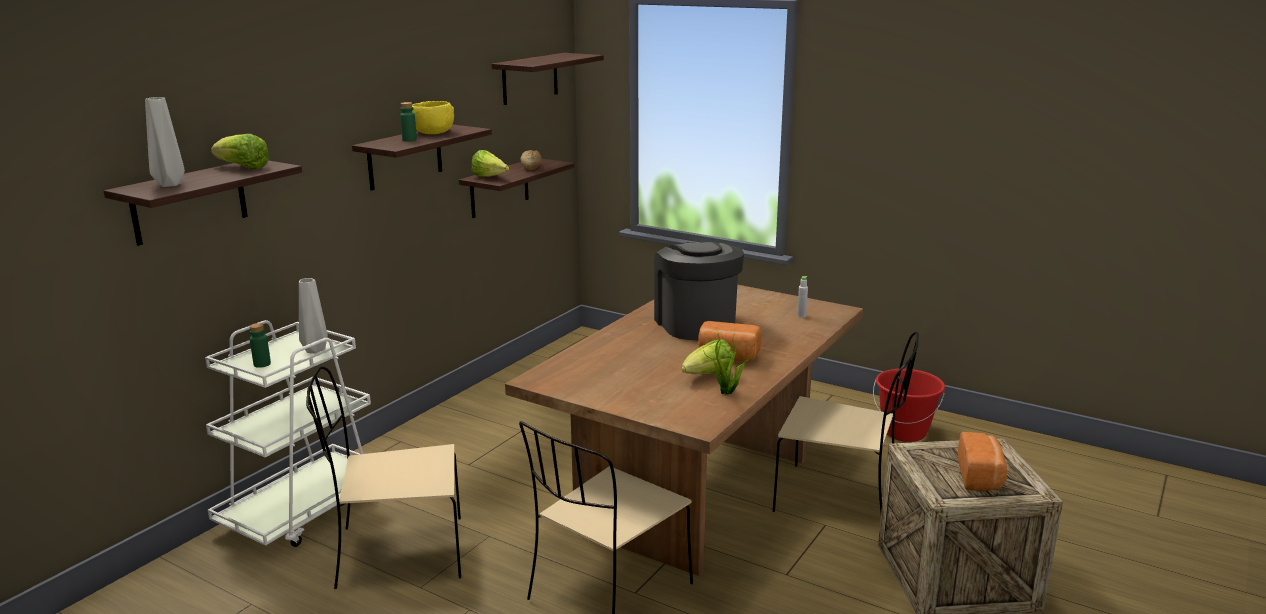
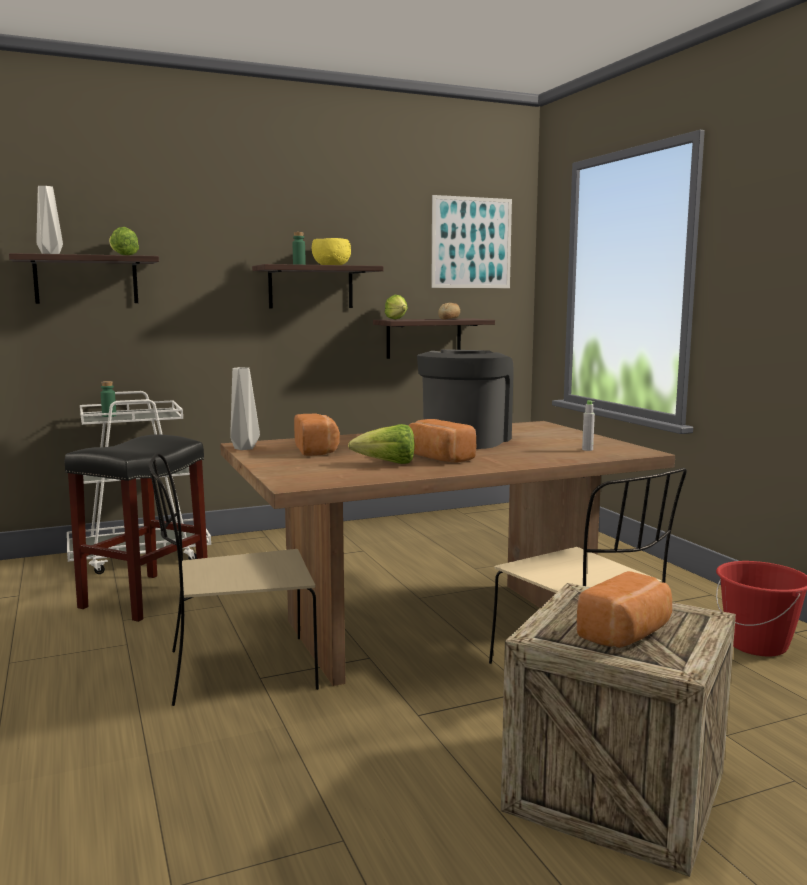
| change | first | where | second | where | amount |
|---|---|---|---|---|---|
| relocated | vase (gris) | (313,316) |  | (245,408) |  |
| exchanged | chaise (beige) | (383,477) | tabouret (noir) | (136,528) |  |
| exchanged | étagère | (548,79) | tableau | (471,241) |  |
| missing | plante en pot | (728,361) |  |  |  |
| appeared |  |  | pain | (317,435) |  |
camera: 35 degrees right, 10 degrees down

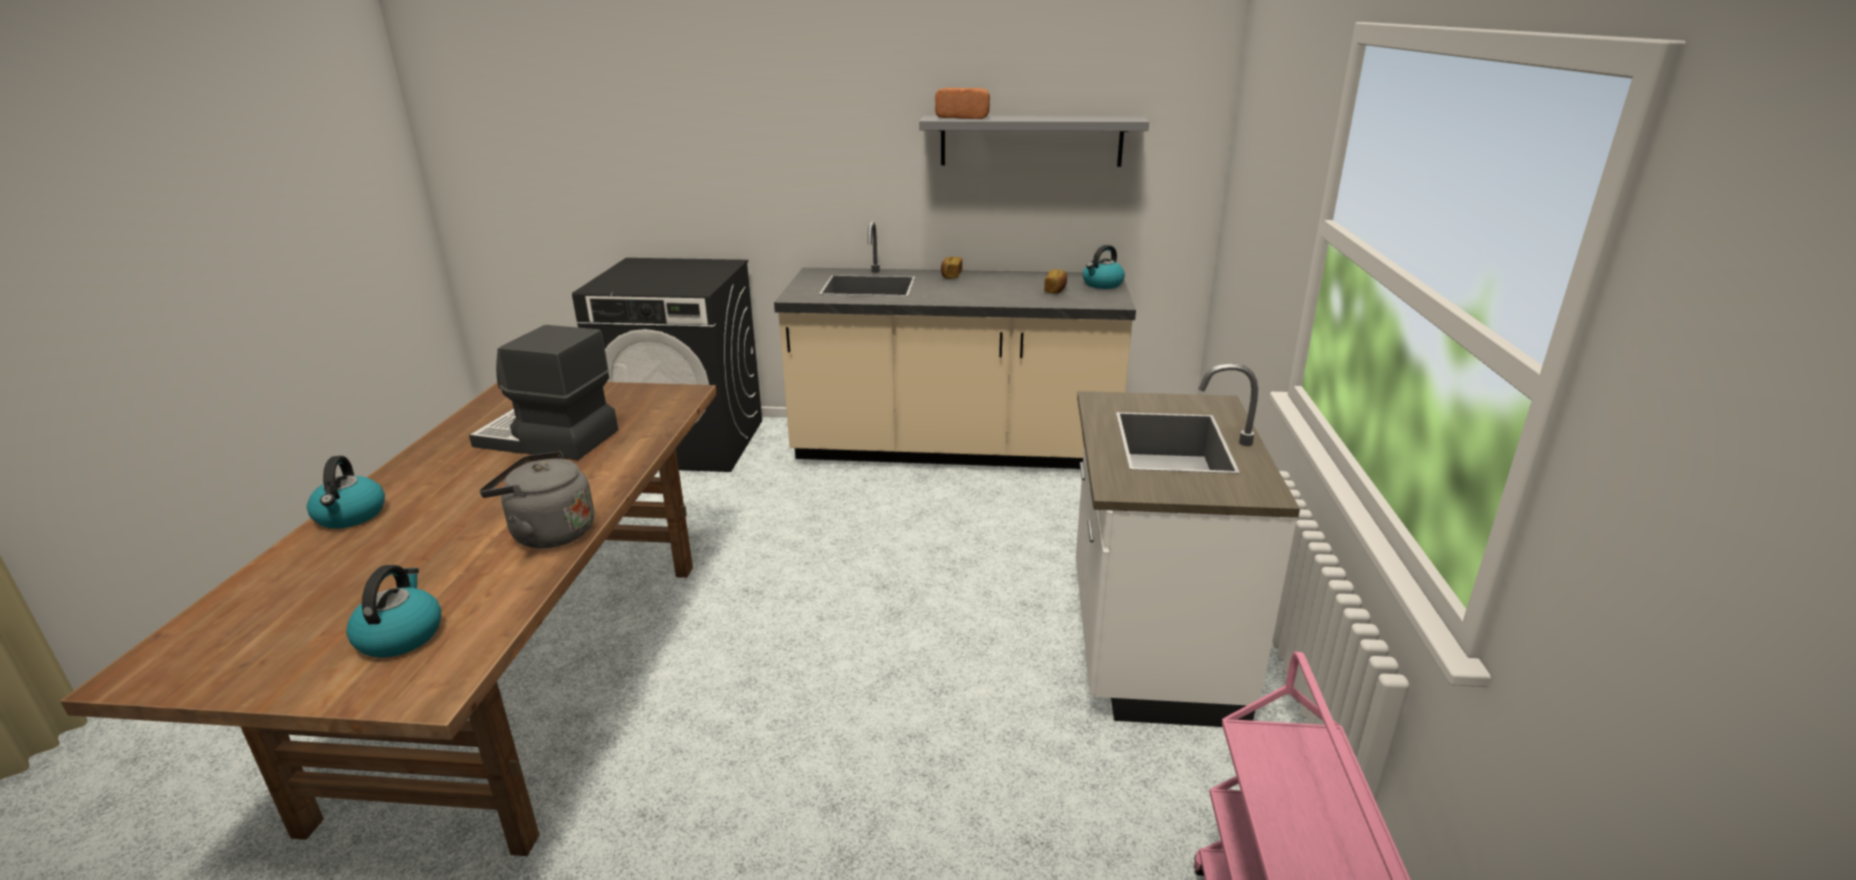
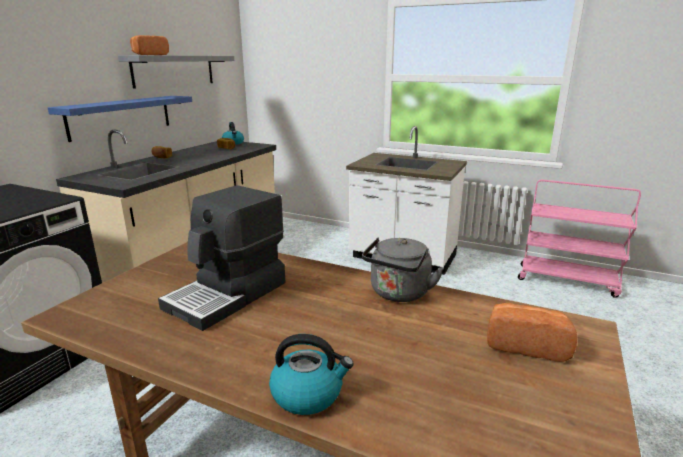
| change | first | where | second | where | amount |
|---|---|---|---|---|---|
| exchanged | bouilloire | (393,611) | pain | (532,332) |  |
| appeared |  |  | étagère (bleu) | (120,119) |  |
camera: 70 degrees left, 5 degrees down

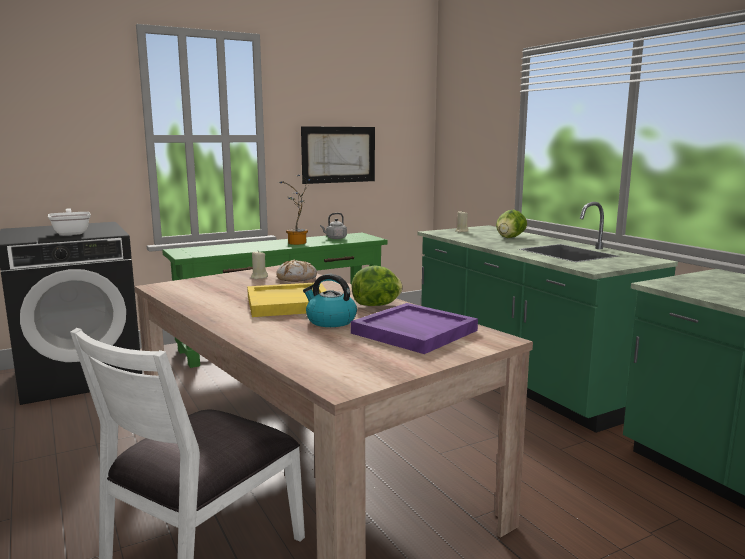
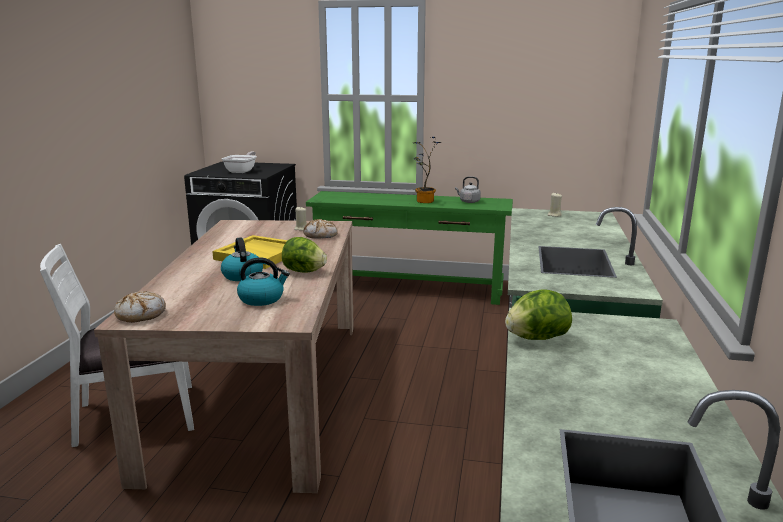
| change | first | where | second | where | amount |
|---|---|---|---|---|---|
| missing | tableau | (338,155) |  |  |  |
| exchanged | plateau (violet) | (414,328) | bouilloire | (263,281) |  |
| relocated | laitue | (511,223) |  | (538,314) |  |
| appeared |  |  | pain | (140,307) |  |
camera: 40 degrees right, 5 degrees up

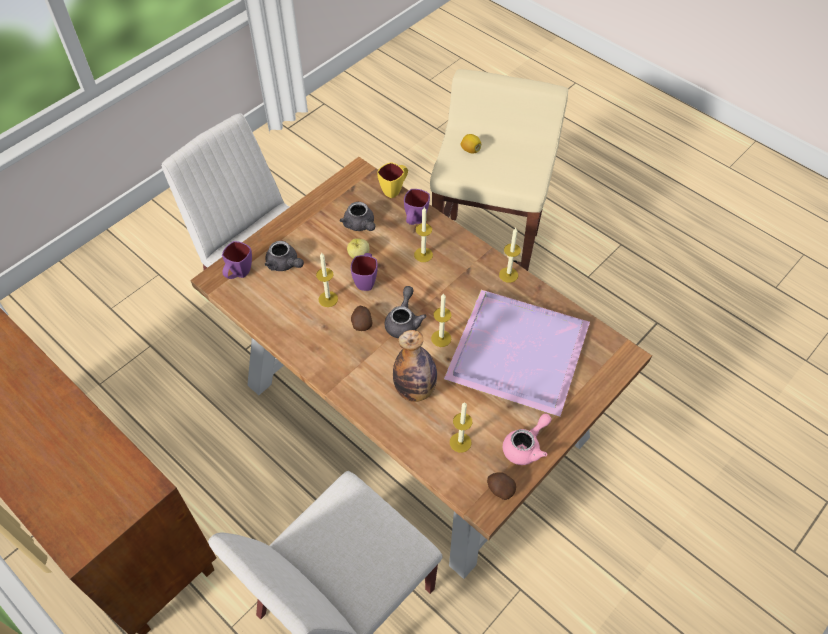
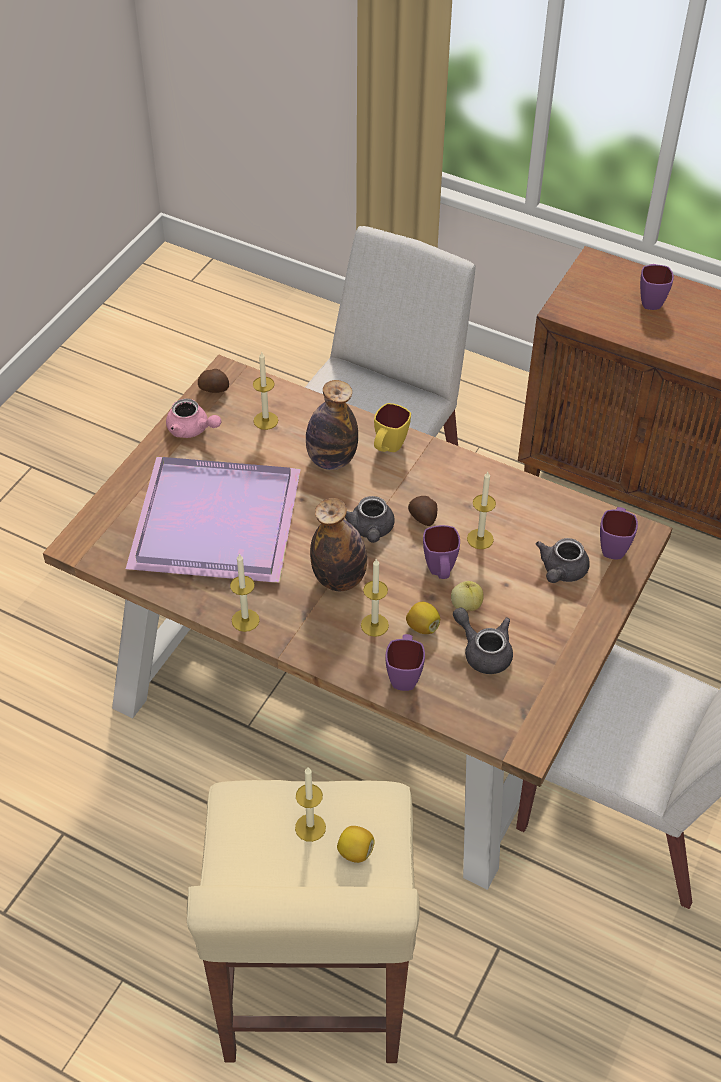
| change | first | where | second | where | amount |
|---|---|---|---|---|---|
| spun | théière (gris) | (284,256) |  | (563,560) | 90 degrees counterclockwise |
| relocated | mug (jaune) | (392,180) |  | (392,427) |  |
| relocated | bougie | (441,320) |  | (310,805) |  |
| spun | théière (rose) | (527,439) |  | (193,418) | 90 degrees counterclockwise |
| appeared |  |  | bouteille | (338,544) |  |
| appeared |  |  | citron | (423,618) |  |
| appeared |  |  | mug (violet) | (657,287) |  |
camera: 165 degrees right, 5 degrees down

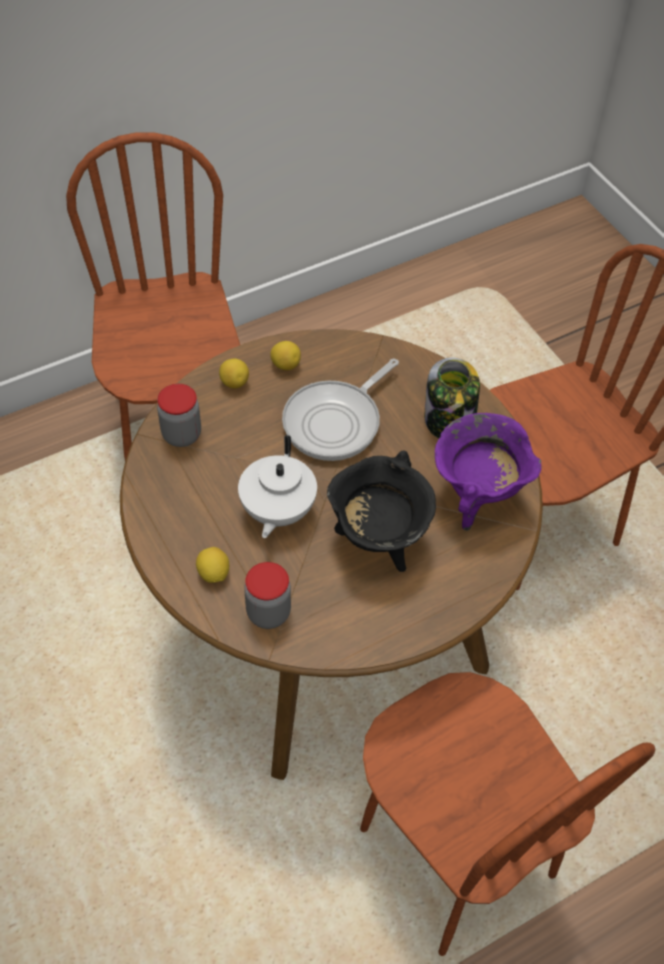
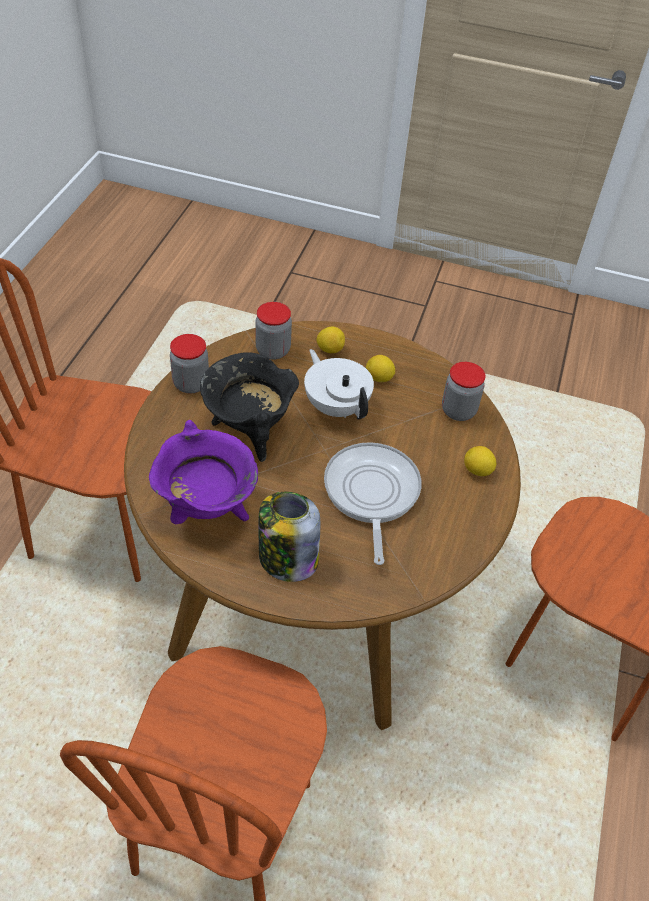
| change | first | where | second | where | amount |
|---|---|---|---|---|---|
| relocated | citron | (285,355) |  | (380,368) |  |
| appeared |  |  | bocal | (189,364) |  |
camera: 135 degrees right, 5 degrees down

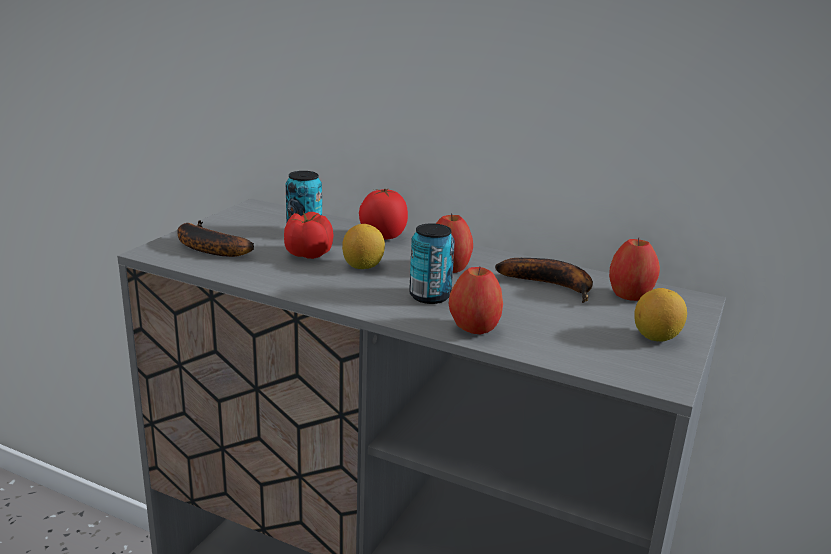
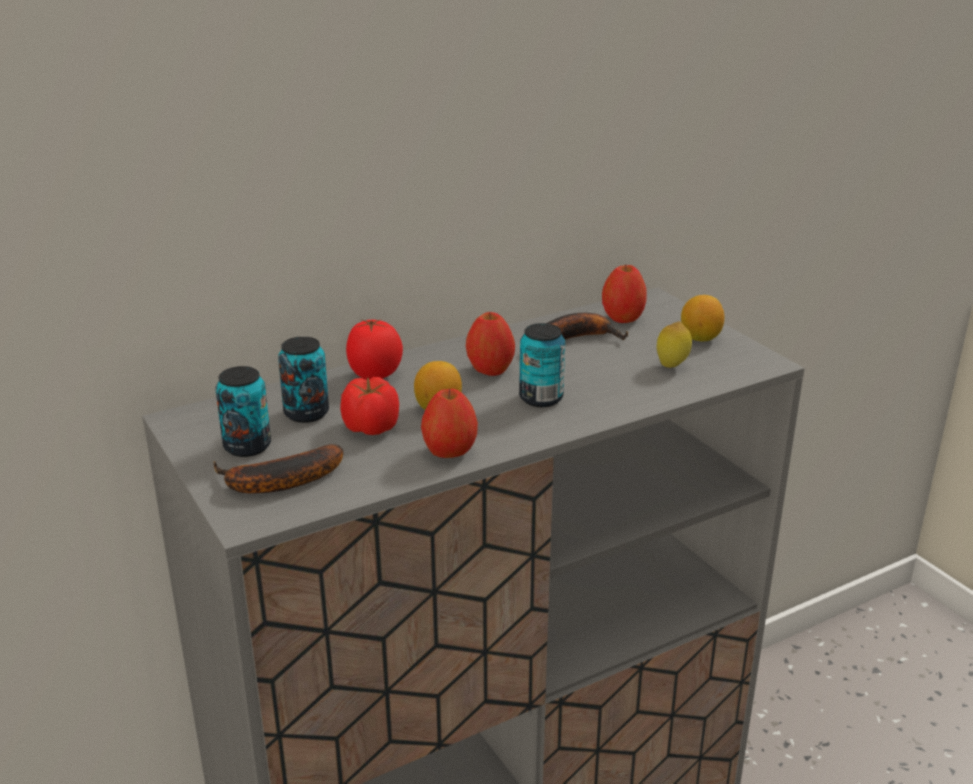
| change | first | where | second | where | amount |
|---|---|---|---|---|---|
| relocated | pomme | (476,300) |  | (449,423) |  |
| appeared |  |  | boîte métallique | (243,411) |  |
| appeared |  |  | citron | (674,344) |  |
camera: 55 degrees left, 5 degrees up

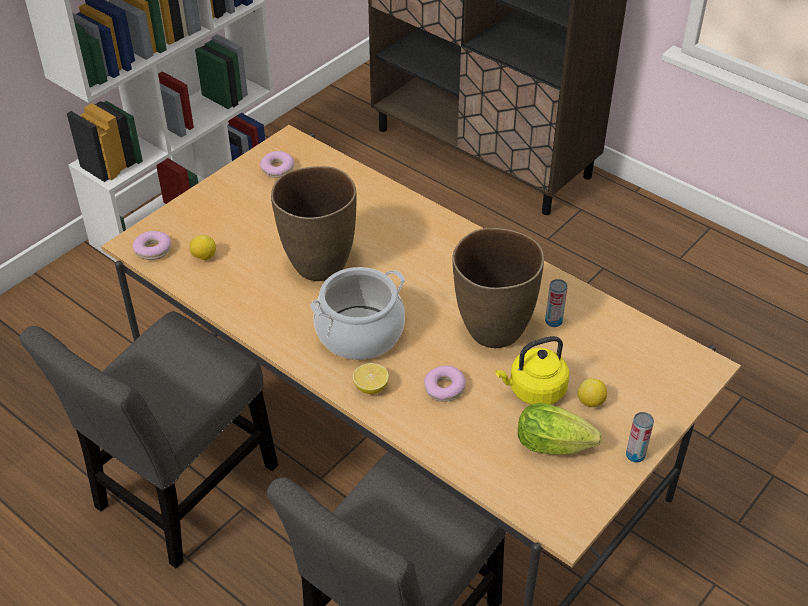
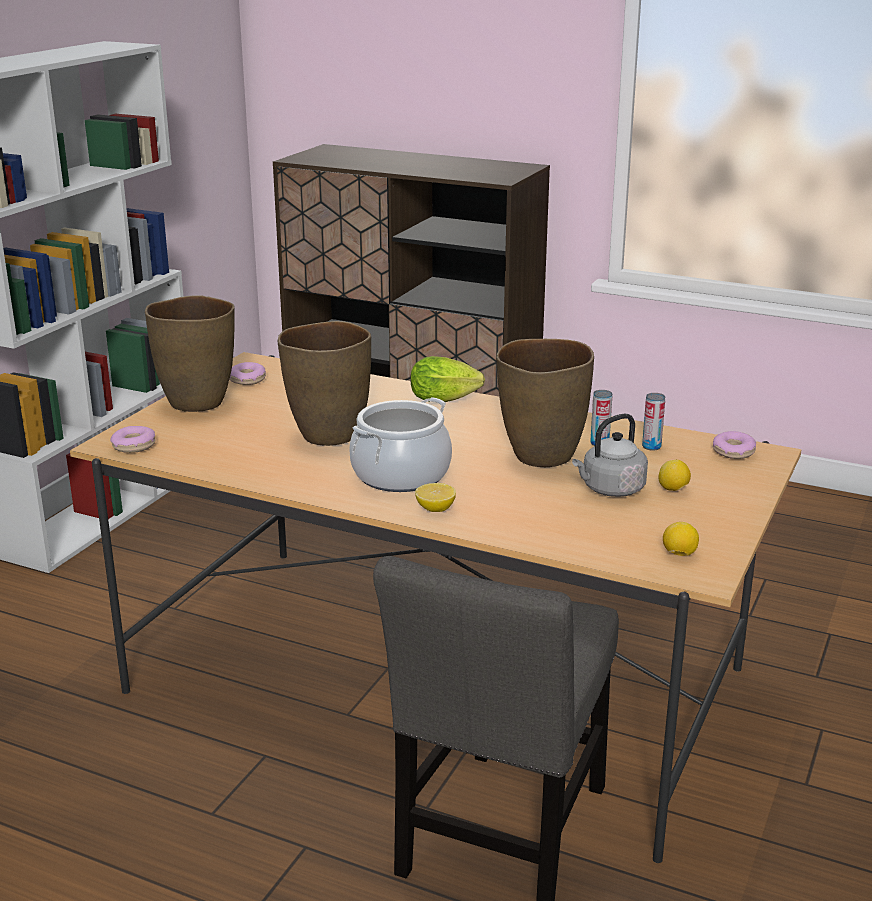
| change | first | where | second | where | amount |
|---|---|---|---|---|---|
| missing | chaise (gris) | (148,439) |  |  |  |
| relocated | citron | (203,247) |  | (681,539) |  |
| relocated | beignet | (445,384) |  | (734,445) |  |
| colour | bouilloire (jaune) | (532,370) | bouilloire (gris) | (610,455) |  |
| relocated | laitue | (560,428) |  | (448,379) |  |
| relocated | boîte métallique | (640,437) |  | (653,422) |  |
| appeared |  |  | vase (marron) | (190,353) |  |
camera: 15 degrees left, 20 degrees down

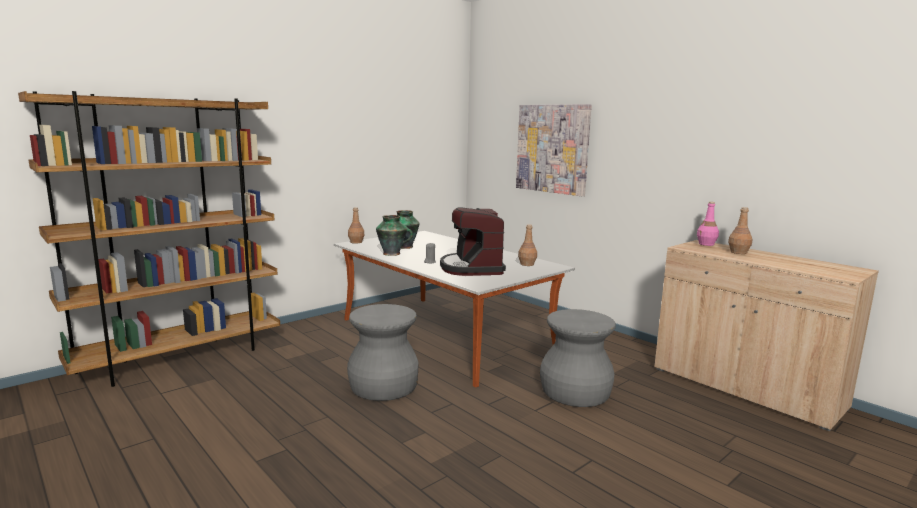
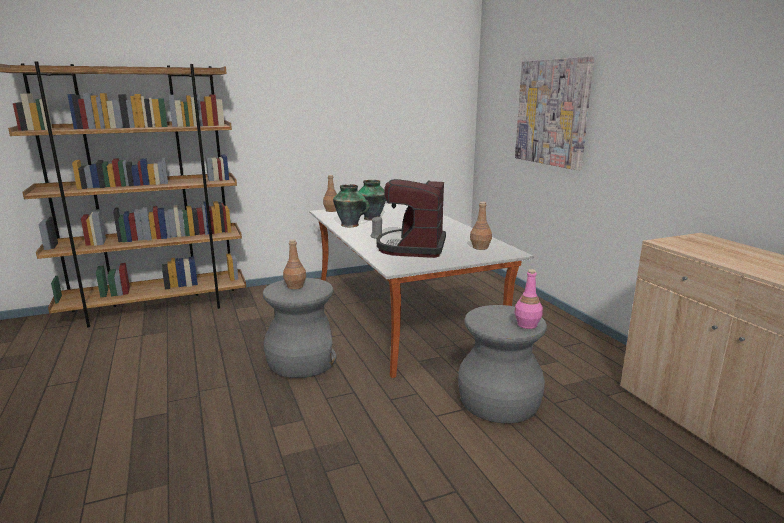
| change | first | where | second | where | amount |
|---|---|---|---|---|---|
| relocated | bouteille (rose) | (708,224) |  | (528,299) |  |
| relocated | bouteille (marron) | (740,230) |  | (294,264) |  |
camera: 20 degrees right, 5 degrees up

